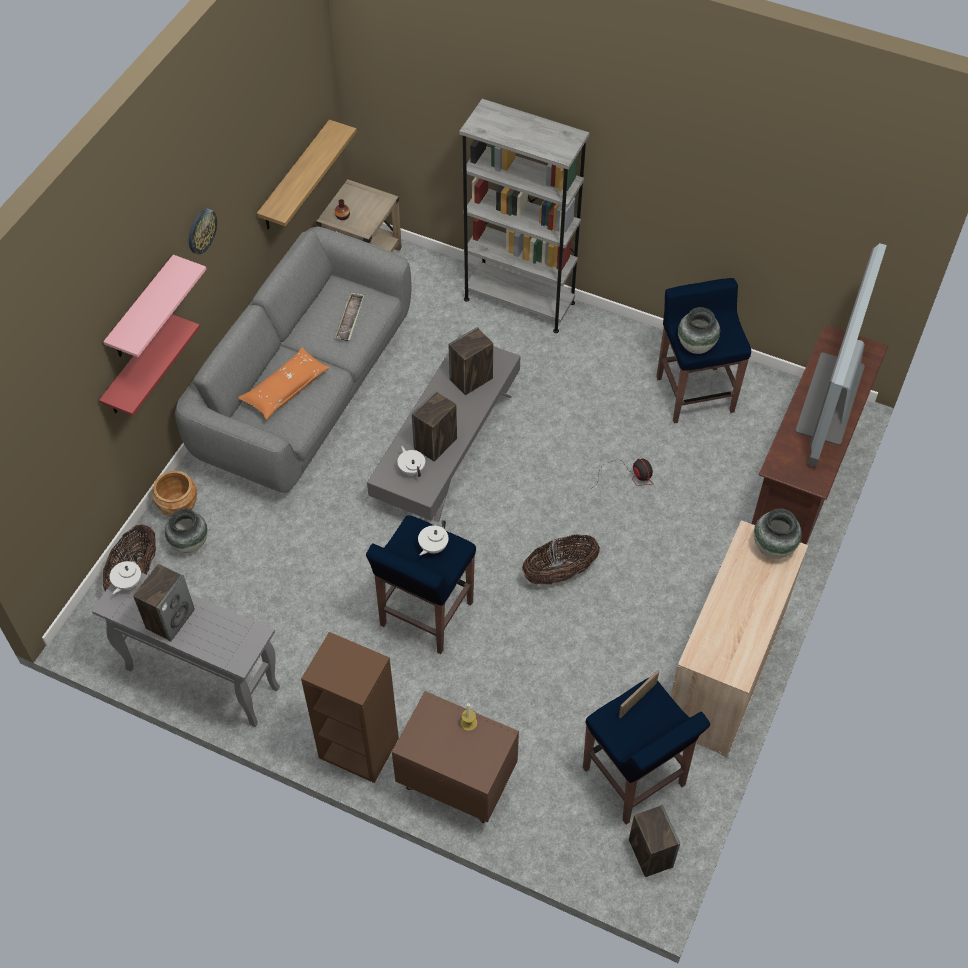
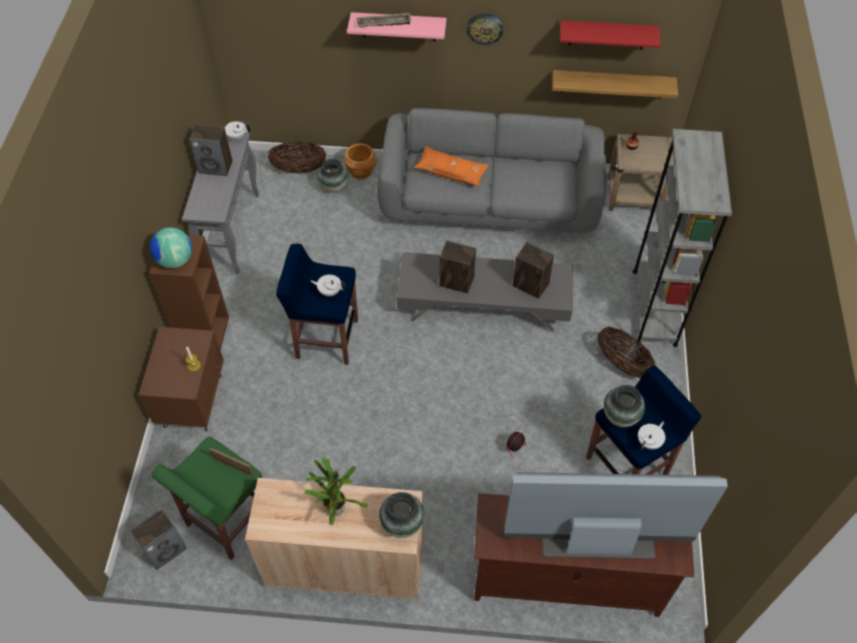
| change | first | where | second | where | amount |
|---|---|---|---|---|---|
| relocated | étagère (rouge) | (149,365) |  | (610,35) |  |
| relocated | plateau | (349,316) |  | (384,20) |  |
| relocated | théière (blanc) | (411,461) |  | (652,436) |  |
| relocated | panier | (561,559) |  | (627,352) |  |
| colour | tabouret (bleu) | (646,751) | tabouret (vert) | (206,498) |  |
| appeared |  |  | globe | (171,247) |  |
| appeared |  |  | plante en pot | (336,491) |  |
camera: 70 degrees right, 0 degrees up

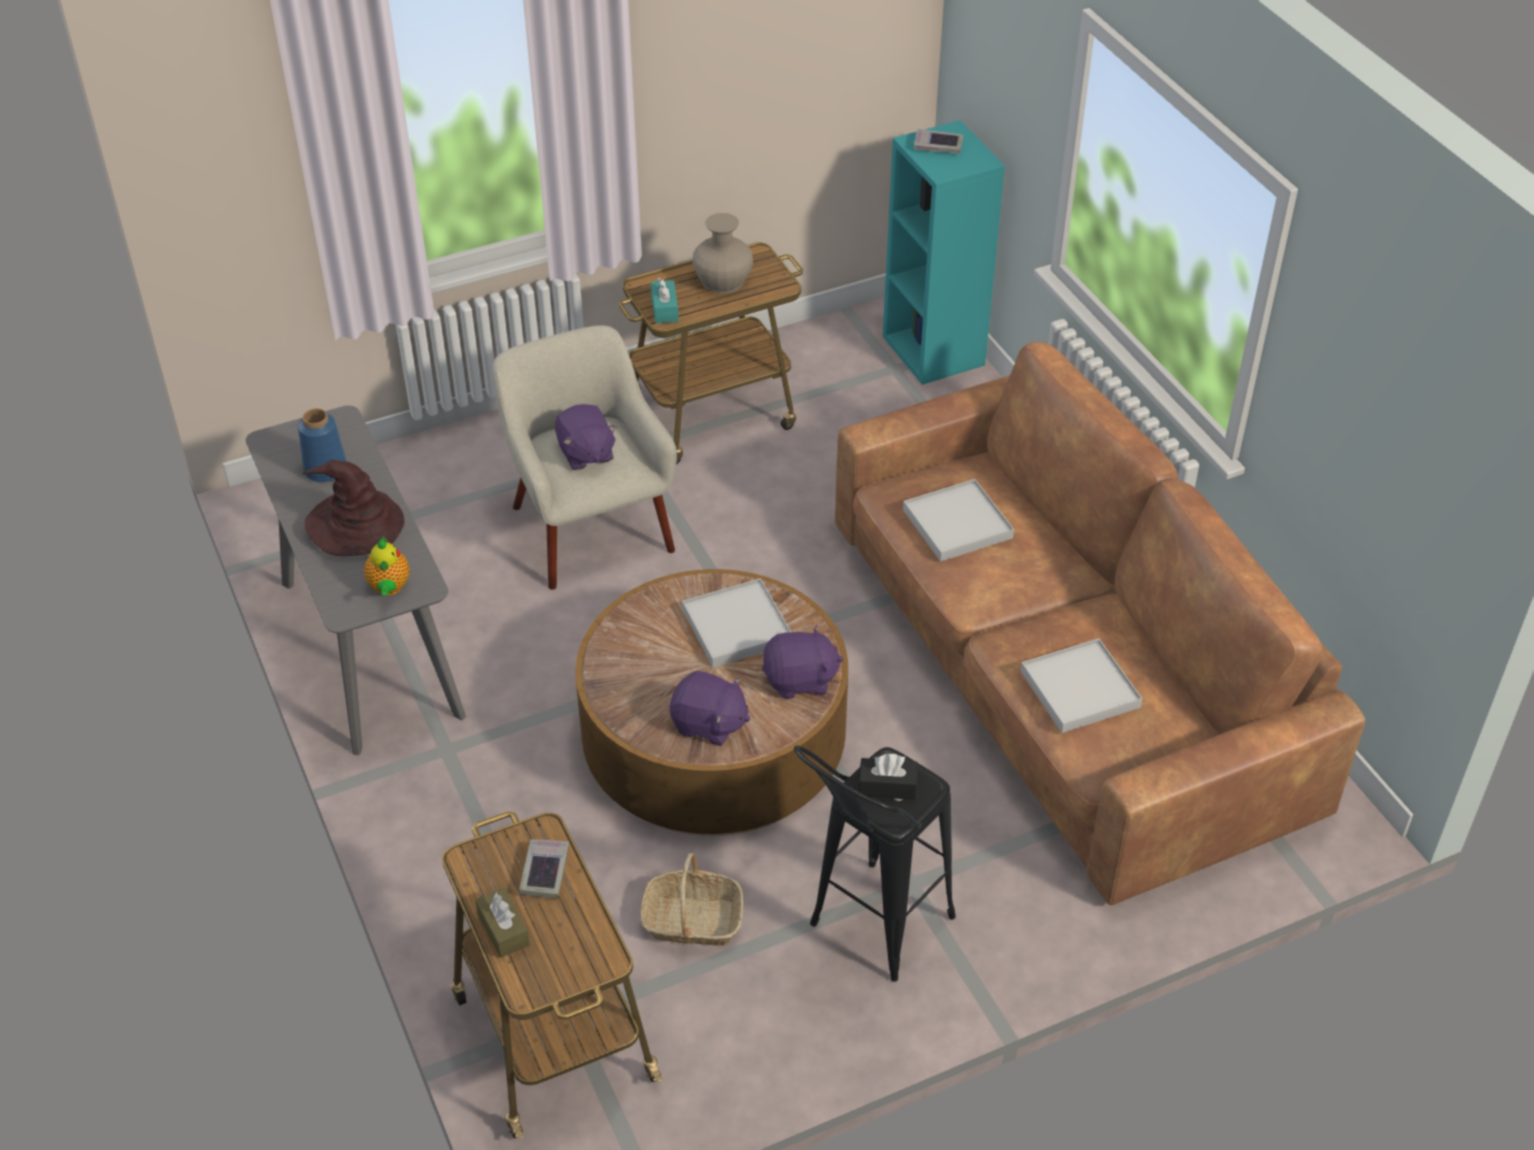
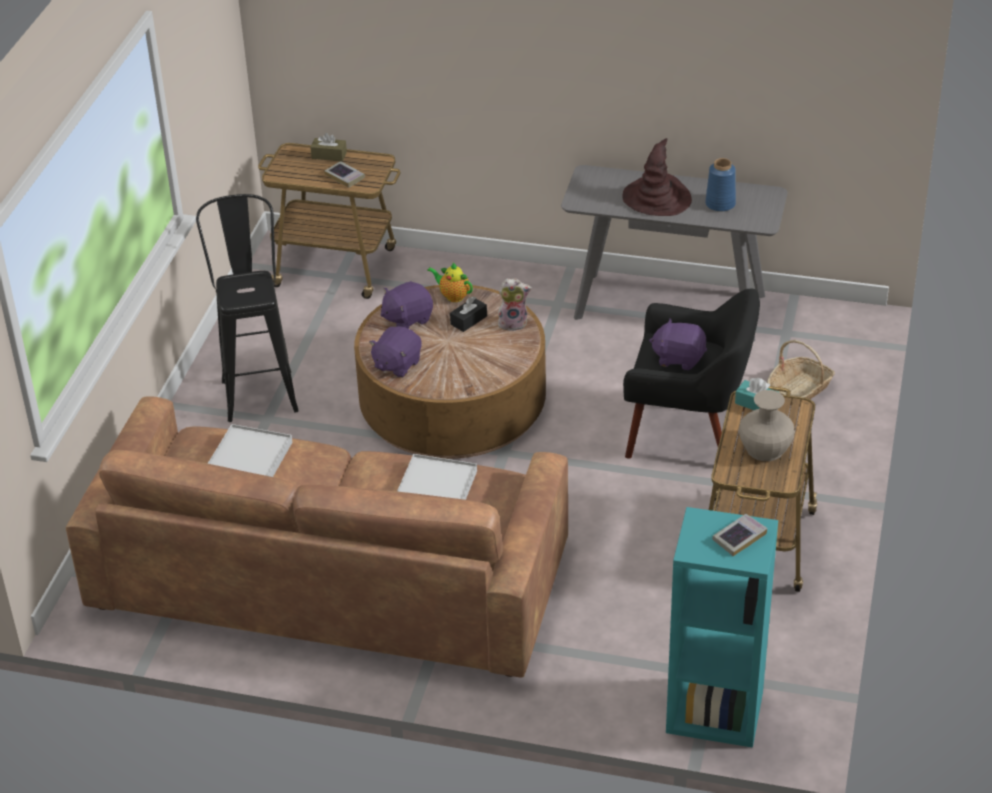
| change | first | where | second | where | amount |
|---|---|---|---|---|---|
| relocated | théière | (387,566) |  | (450,282) |  |
| colour | fauteuil (beige) | (585,457) | fauteuil (noir) | (691,374) |  |
| relocated | panier | (691,899) |  | (801,369) |  |
| missing | plateau (blanc) | (736,622) |  |  |  |
| relocated | boîte à mouchoirs (noir) | (888,777) |  | (468,314) |  |
| appeared |  |  | peluche | (515,304) |  |
camera: 130 degrees right, 5 degrees down

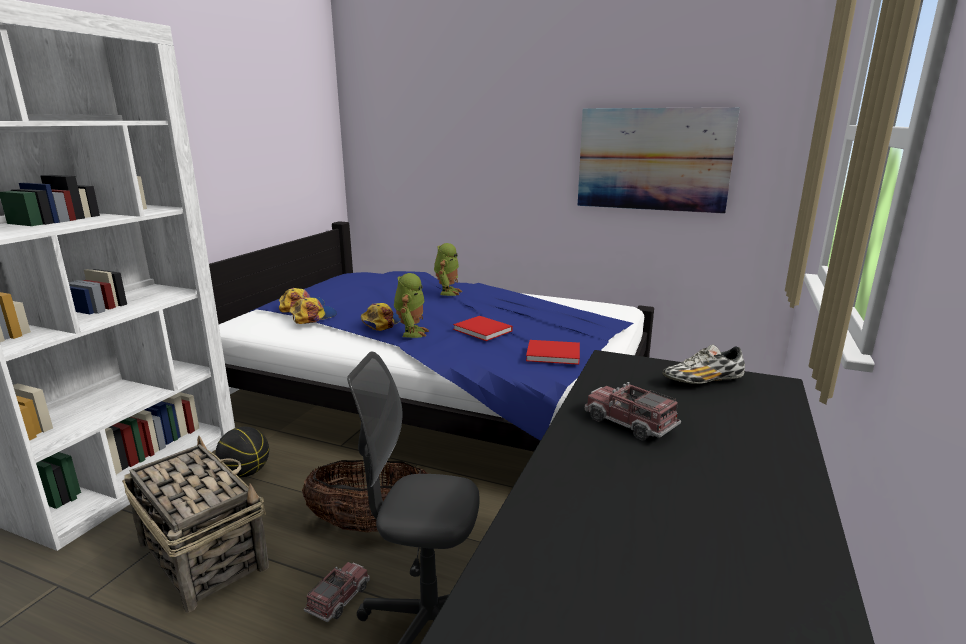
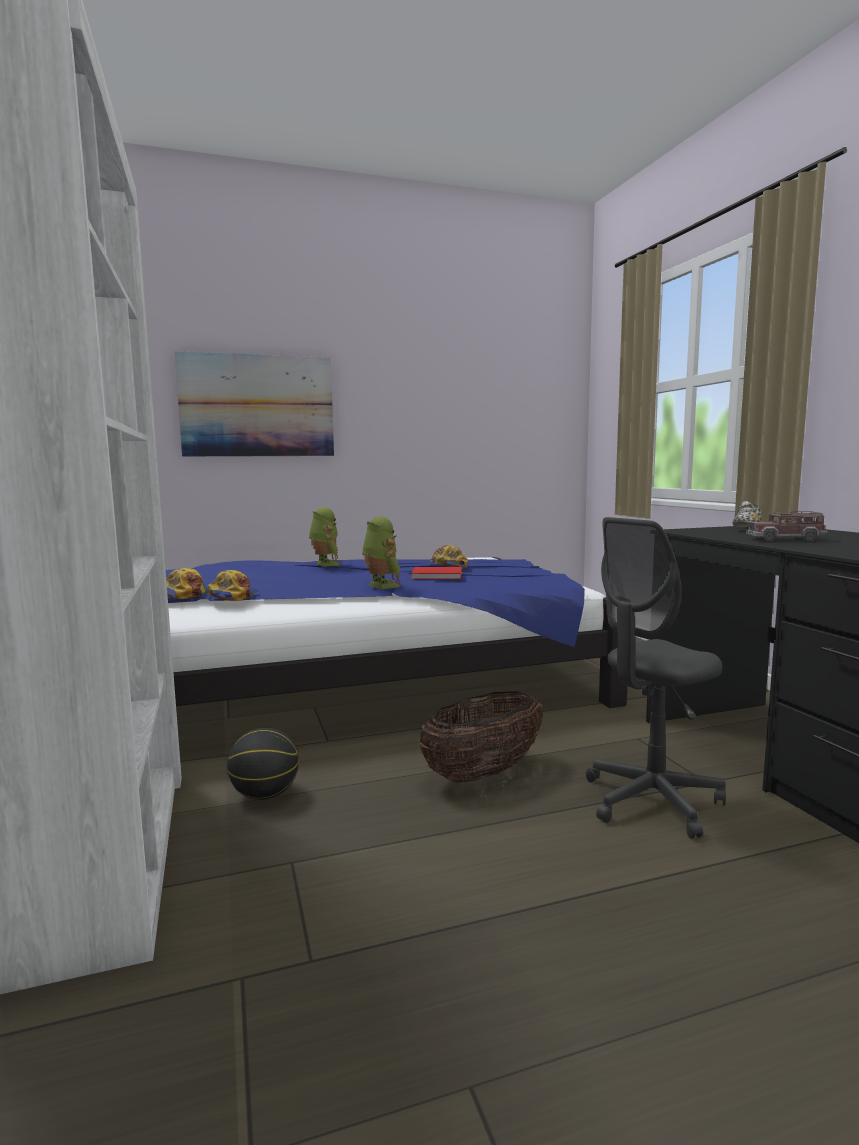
| change | first | where | second | where | amount |
|---|---|---|---|---|---|
| missing | panier | (195,524) |  |  |  |
| missing | camion jouet | (337,592) |  |  |  |
| relocated | casquette | (381,317) |  | (448,556) |  |
| missing | livre (rouge) | (553,352) |  |  |  |
| relocated | tableau | (659,160) |  | (254,404) |  |
camera: 40 degrees left, 10 degrees down

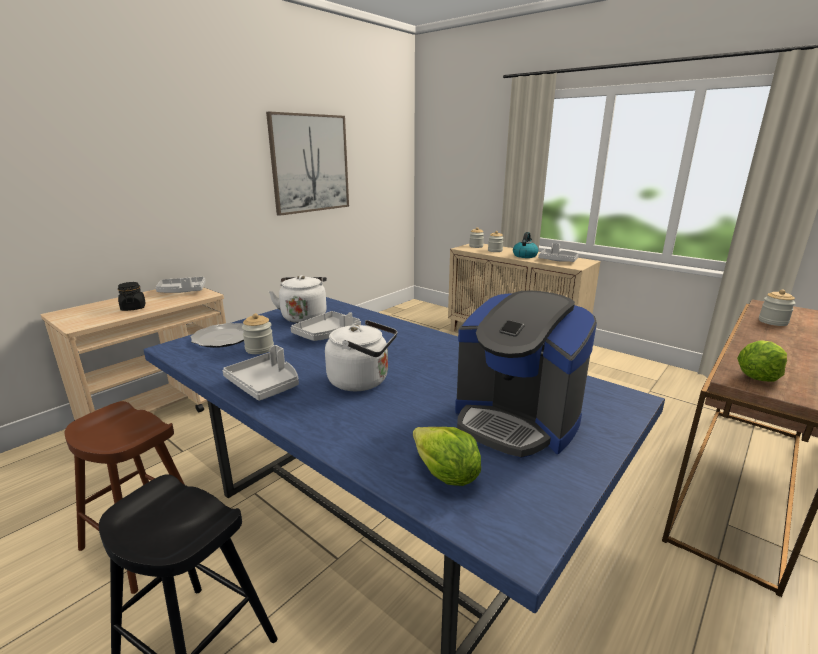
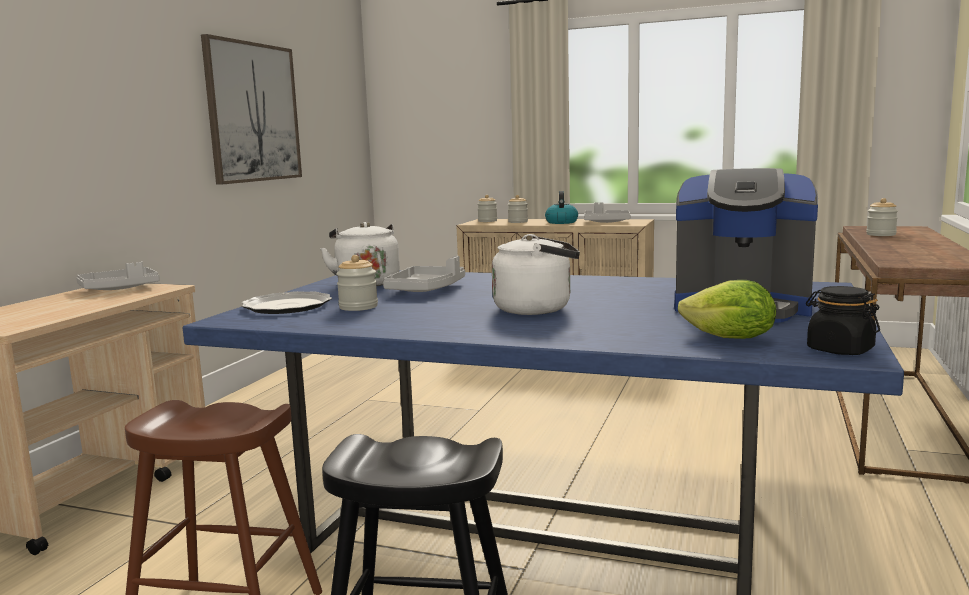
| change | first | where | second | where | amount |
|---|---|---|---|---|---|
| relocated | bocal (noir) | (132,296) |  | (843,320) |  |
| missing | plateau (gris) | (261,373) |  |  |  |
| missing | laitue | (762,361) |  |  |  |
camera: 20 degrees left, 10 degrees down

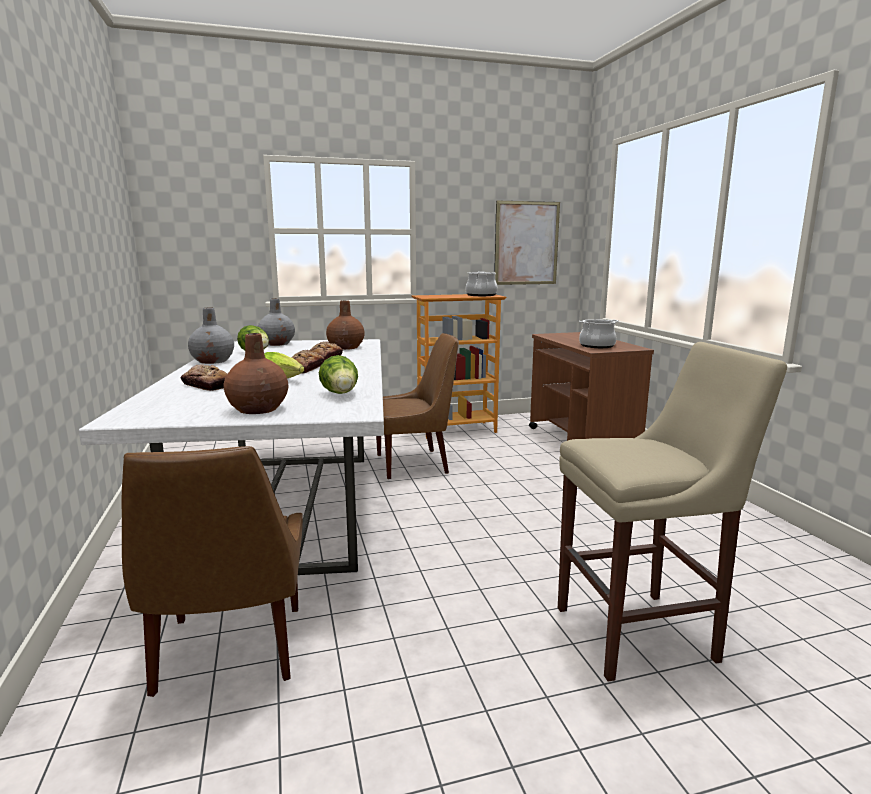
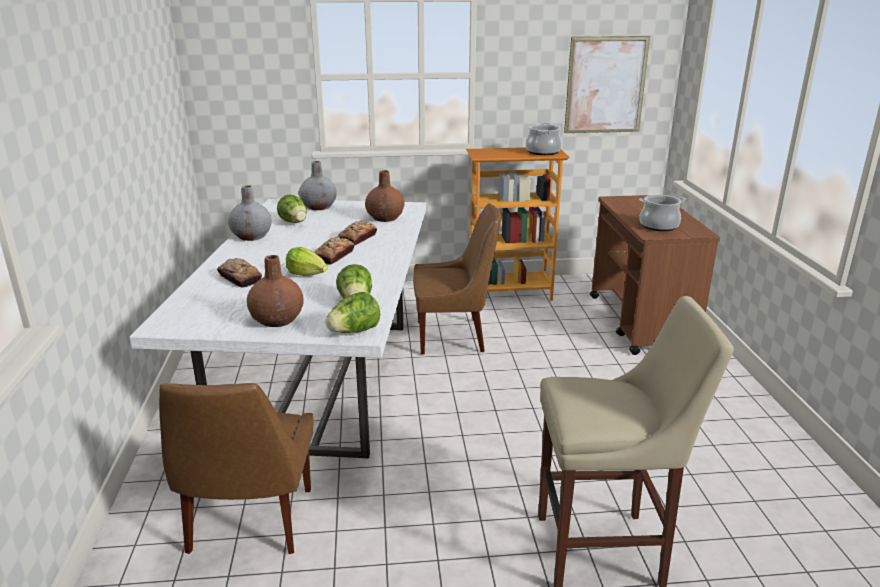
| change | first | where | second | where | amount |
|---|---|---|---|---|---|
| appeared |  |  | laitue | (352,312) |  |
camera: 10 degrees right, 10 degrees up

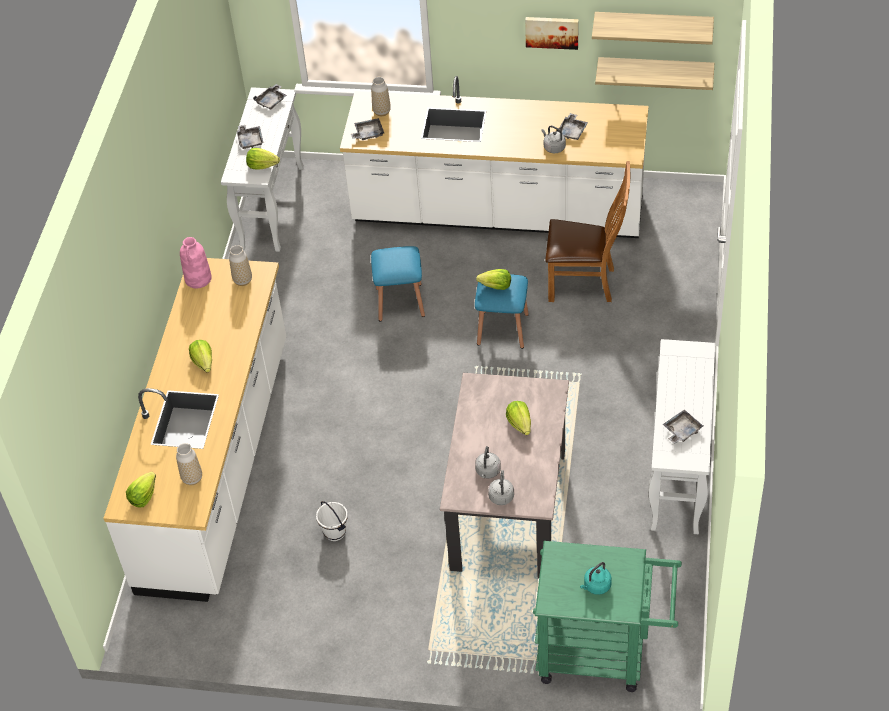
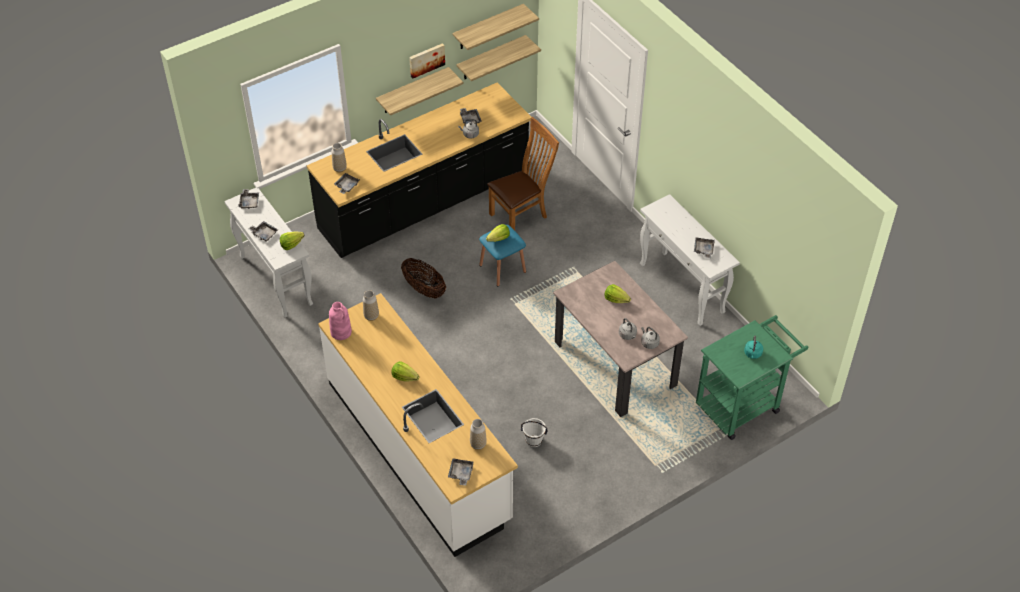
| change | first | where | second | where | amount |
|---|---|---|---|---|---|
| exchanged | laitue | (141,490) | plateau (gris) | (461,472) |  |
| colour | comptoir de cuisine (blanc) | (494,157) | comptoir de cuisine (noir) | (419,170) |  |
| exchanged | tabouret (bleu) | (398,283) | panier | (423,278) |  |
| appeared |  |  | étagère | (419,91) |  |
camera: 45 degrees left, 0 degrees up

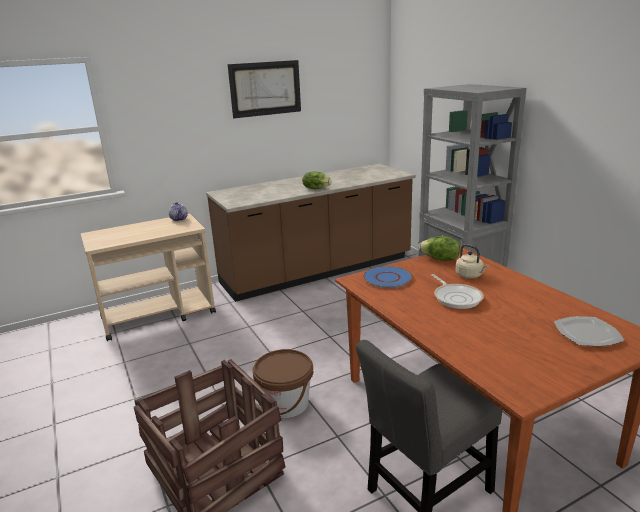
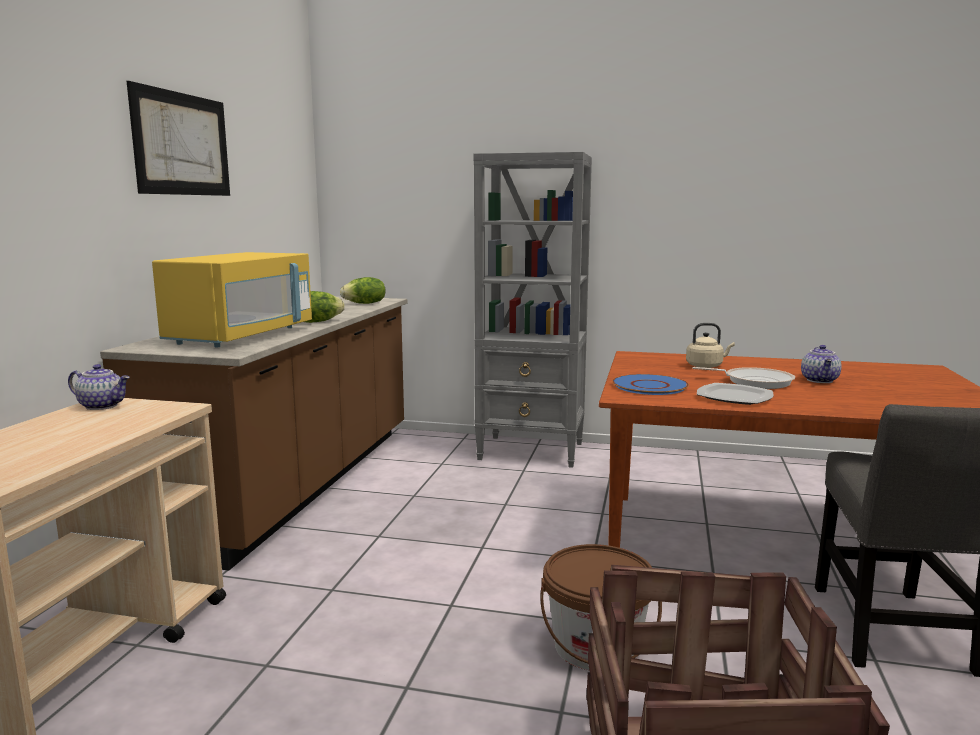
| change | first | where | second | where | amount |
|---|---|---|---|---|---|
| relocated | laitue | (439,248) |  | (363,290) |  |
| relocated | assiette | (589,331) |  | (735,394) |  |
| appeared |  |  | micro-ondes (jaune) | (232,300) |  |
| appeared |  |  | théière | (821,364) |  |
camera: 50 degrees left, 10 degrees down

